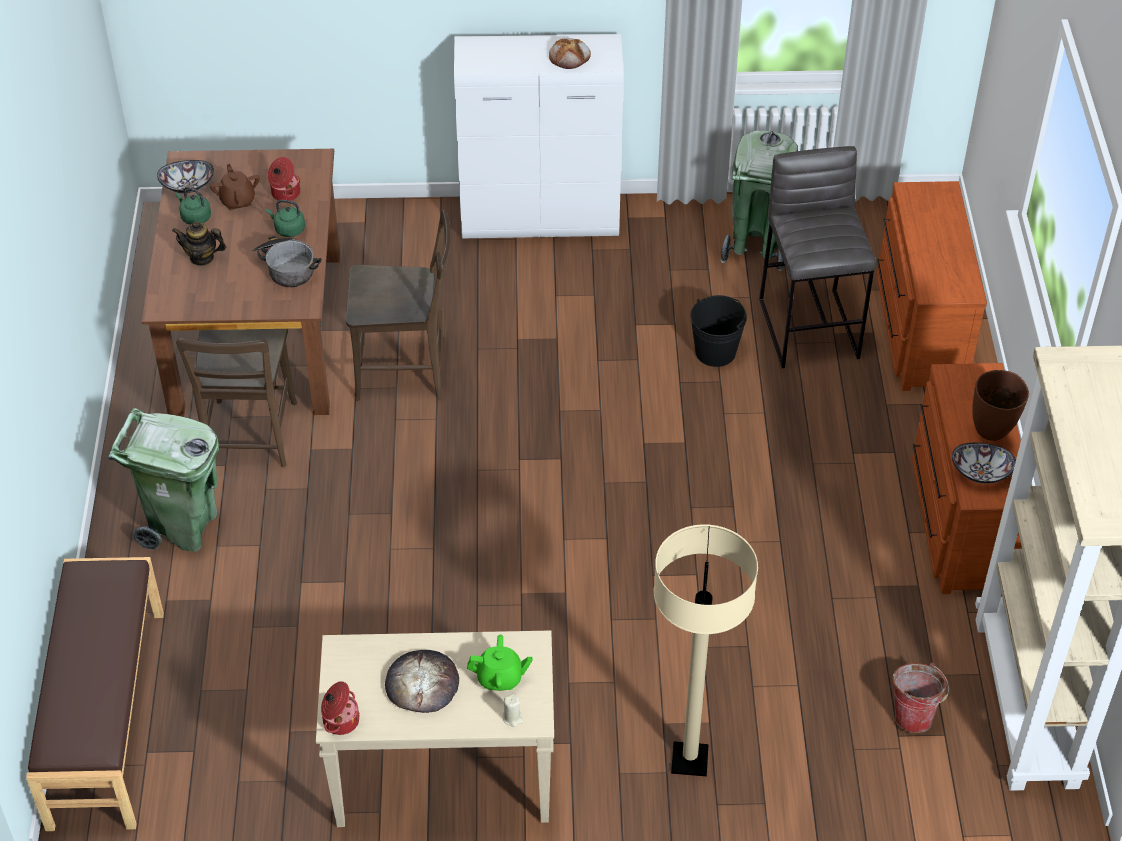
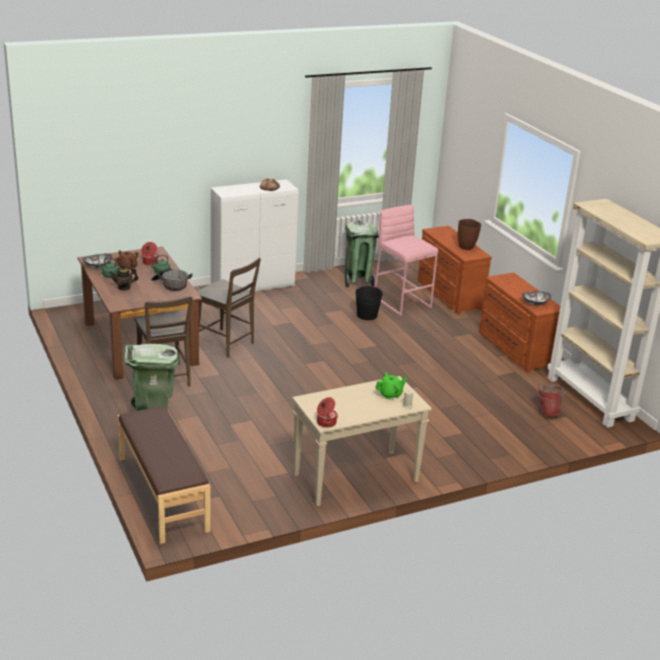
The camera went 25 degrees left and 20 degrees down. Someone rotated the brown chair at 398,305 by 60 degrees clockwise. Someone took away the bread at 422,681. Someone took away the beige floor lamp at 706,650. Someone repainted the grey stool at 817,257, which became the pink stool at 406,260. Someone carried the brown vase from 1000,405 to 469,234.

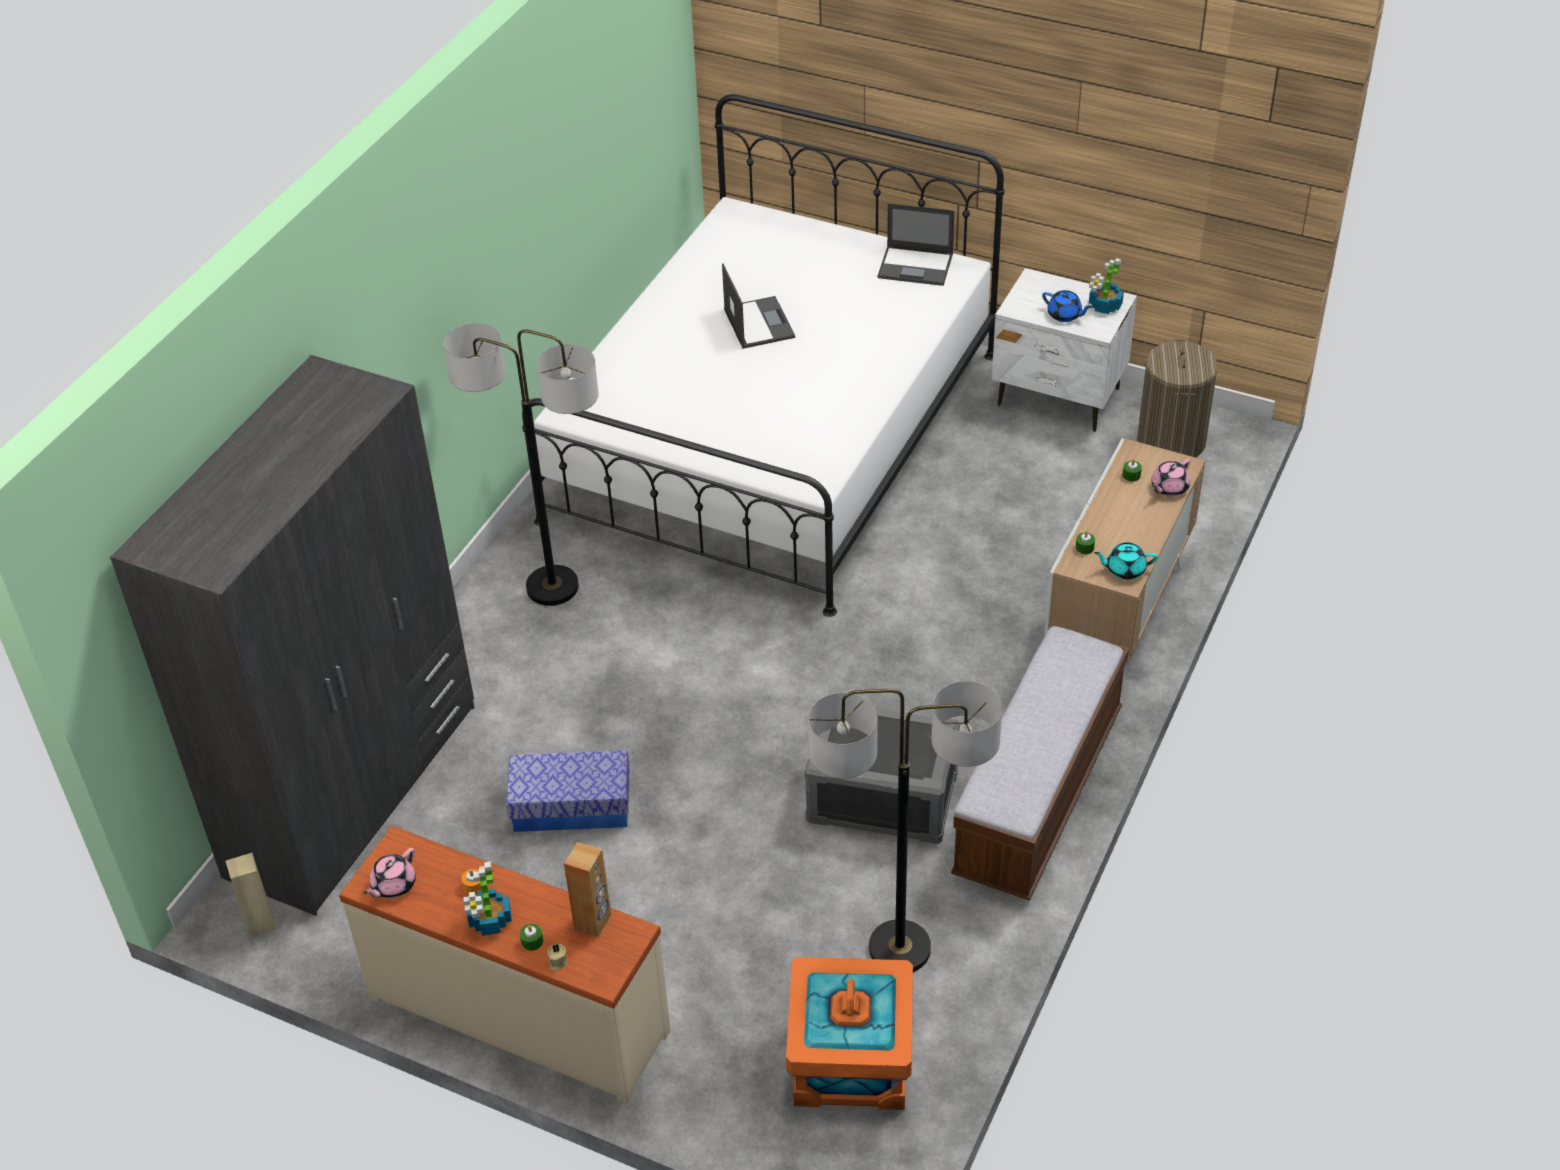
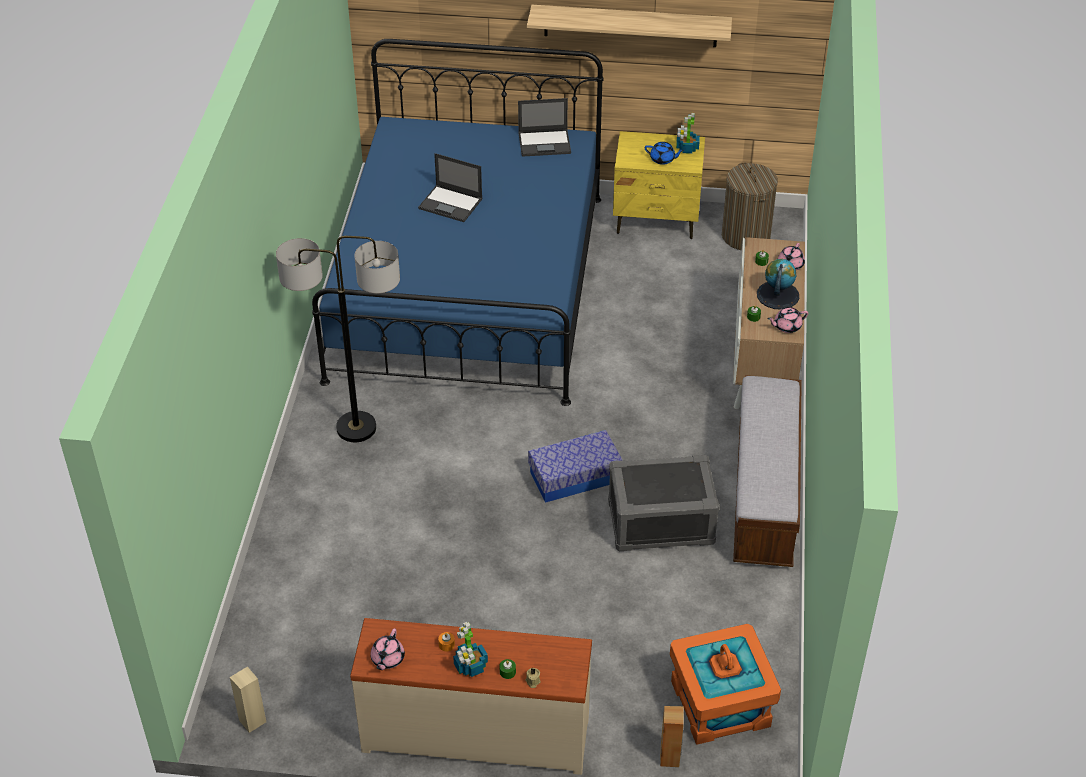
The camera went 20 degrees left and 0 degrees up. Someone took away the grey wardrobe at 292,635. Someone carried the storage box from 568,791 to 575,466. Someone repainted the white bed at 763,355, which became the blue bed at 457,222. Someone carried the brown speaker from 587,889 to 672,736. Someone rotated the laptop at 758,306 by 150 degrees clockwise. Someone took away the floor lamp at 905,826. Someone repainted the white nightstand at 1064,350, which became the yellow nightstand at 659,185. Someone repainted the turquoise teapot at 1126,561, which became the pink teapot at 787,320. Someone put up the shelf at 629,26. Someone put down the globe at 778,284.

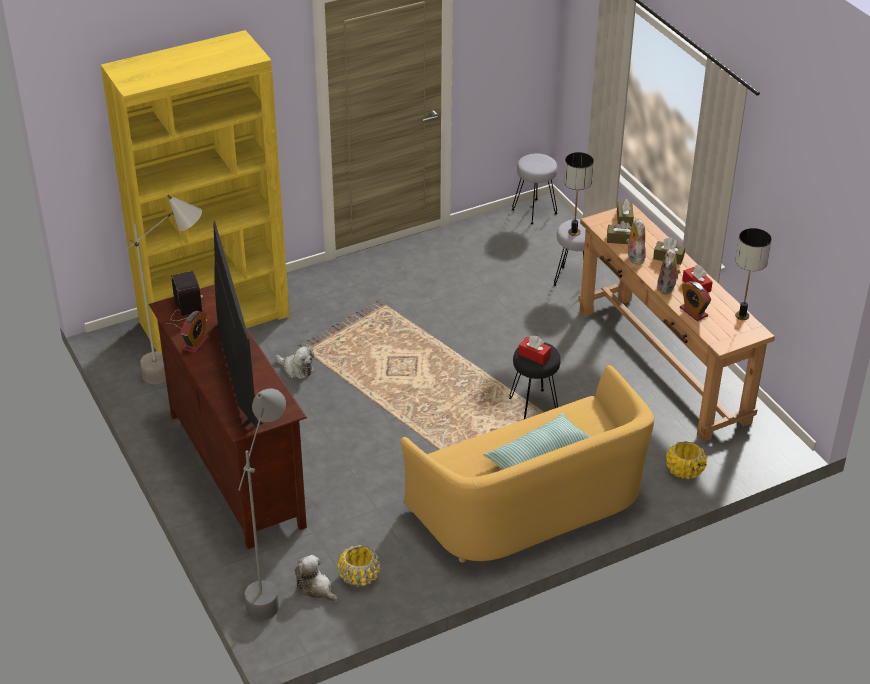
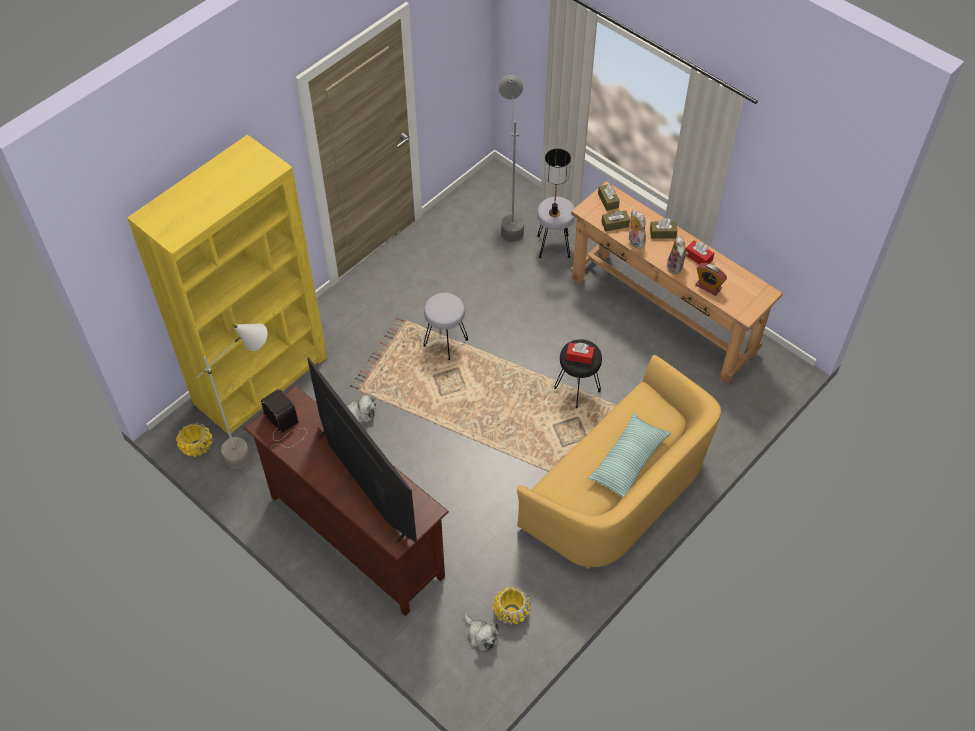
The camera went 20 degrees left and 15 degrees up. Someone took away the alarm clock at 195,332. Someone carried the grey floor lamp from 262,504 to 511,158. Someone rotated the plush toy at 316,578 by 150 degrees counterclockwise. Someone carried the grey stool from 535,189 to 446,326. Someone carried the yellow planter from 686,460 to 194,440. Someone took away the table lamp at 753,274.

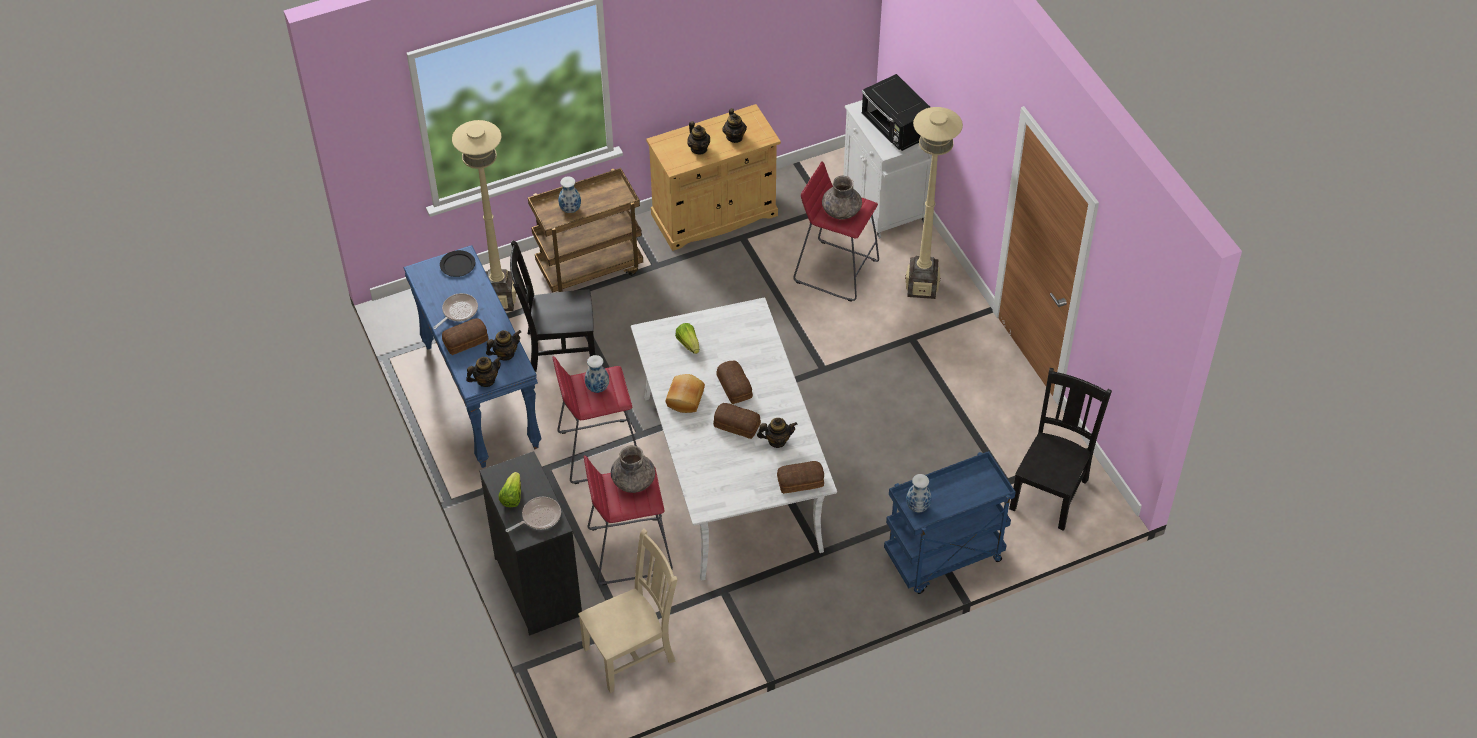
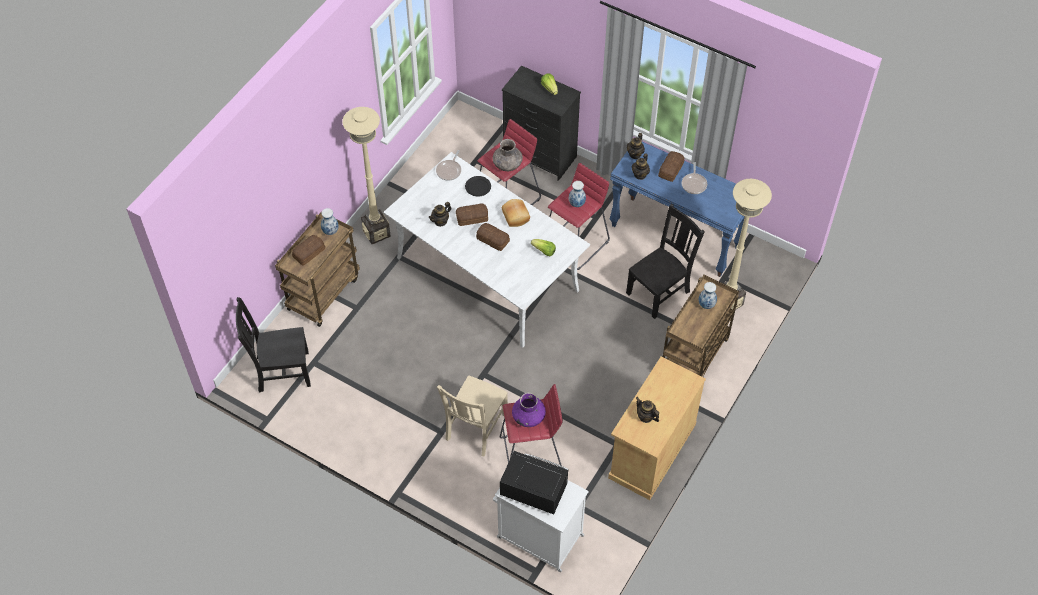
The camera went 145 degrees right and 5 degrees up. Someone carried the black plate from 457,263 to 478,186. Someone carried the frying pan from 533,514 to 448,165. Someone carried the beige chair from 627,611 to 472,416. Someone took away the teapot at 698,137. Someone carried the bread from 800,477 to 308,250. Someone repainted the grey vase at 842,197, which became the purple vase at 529,409. Someone repainted the blue cart at 950,522, which became the brown cart at 317,269. Someone carried the beige floor lamp from 934,203 to 366,175. Someone rotated the black chair at 1060,449 by 90 degrees clockwise.

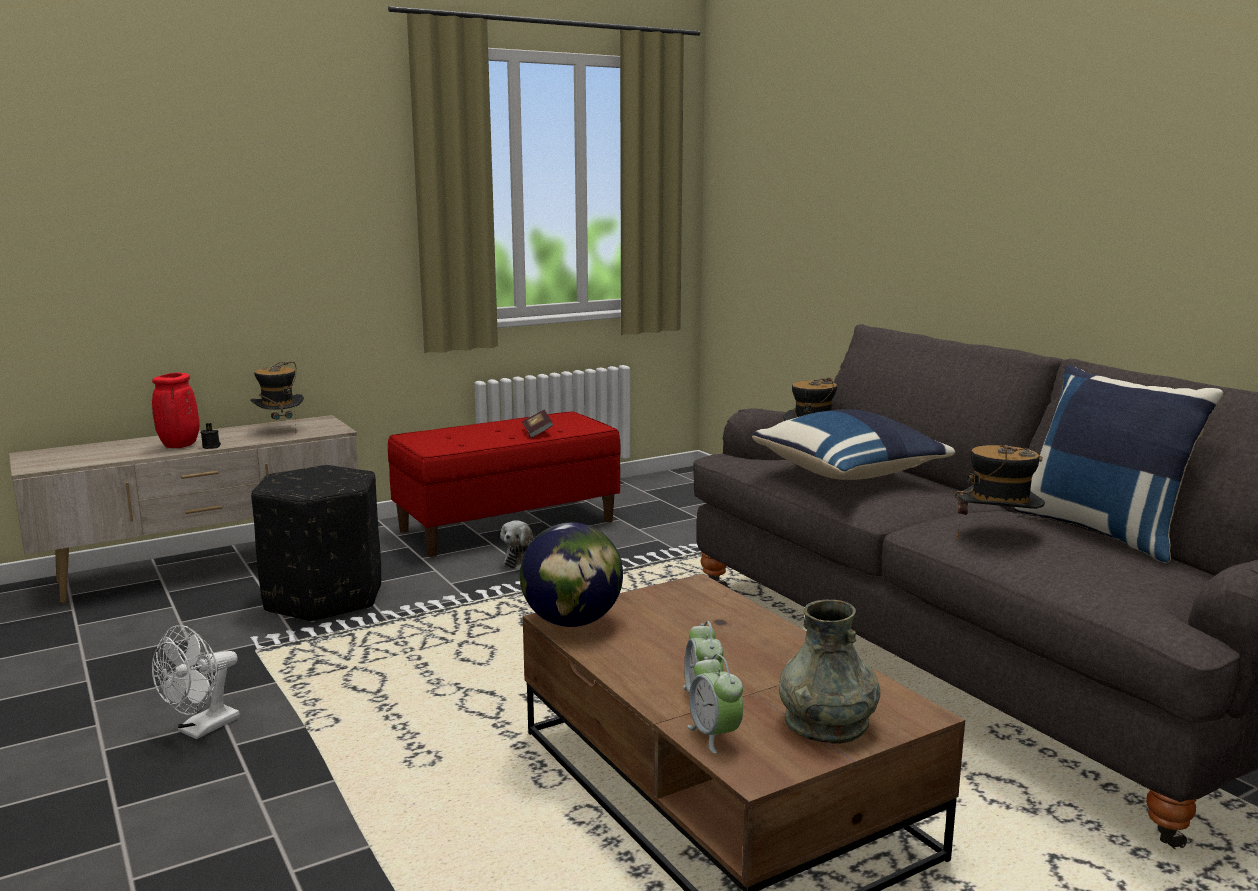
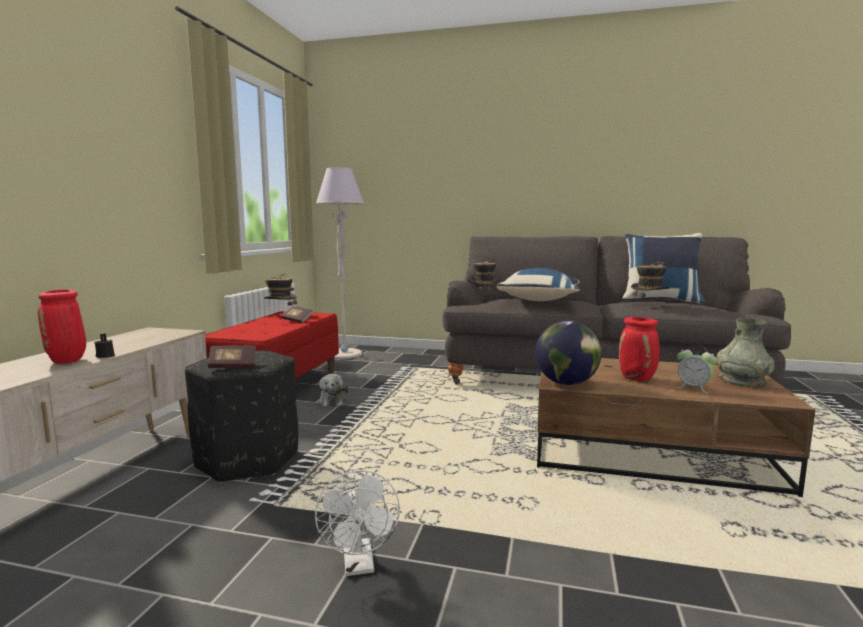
The camera went 45 degrees left and 5 degrees down. Someone carried the hat from 277,397 to 280,290. Someone took away the alarm clock at 715,704. Someone put down the book at 232,356. Someone put down the grey floor lamp at 340,263. Someone put down the red vase at 639,349.

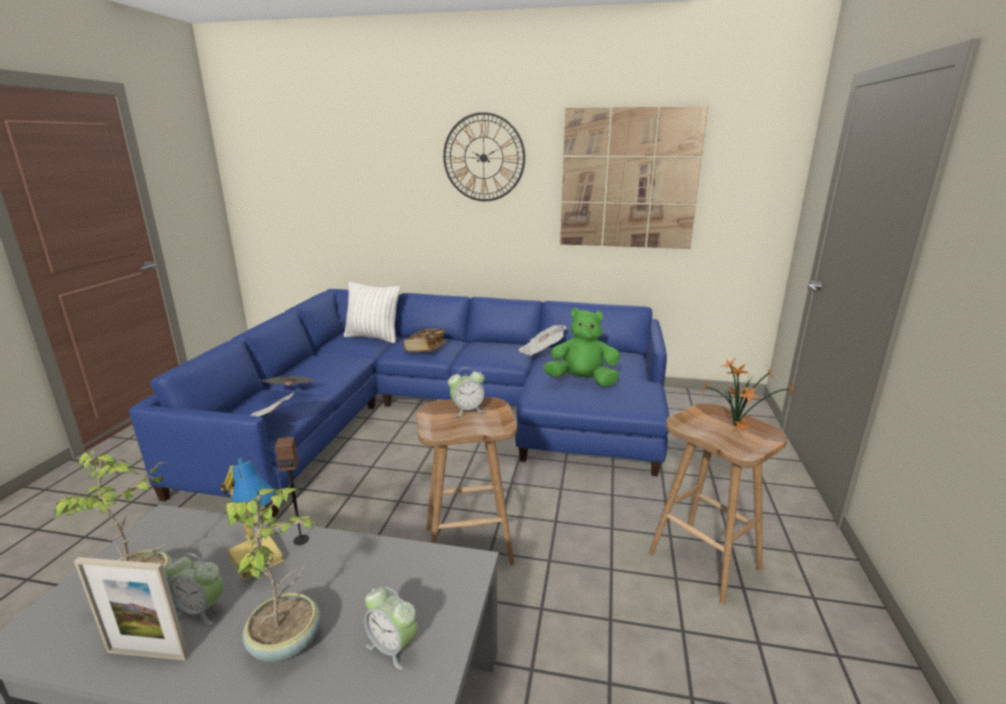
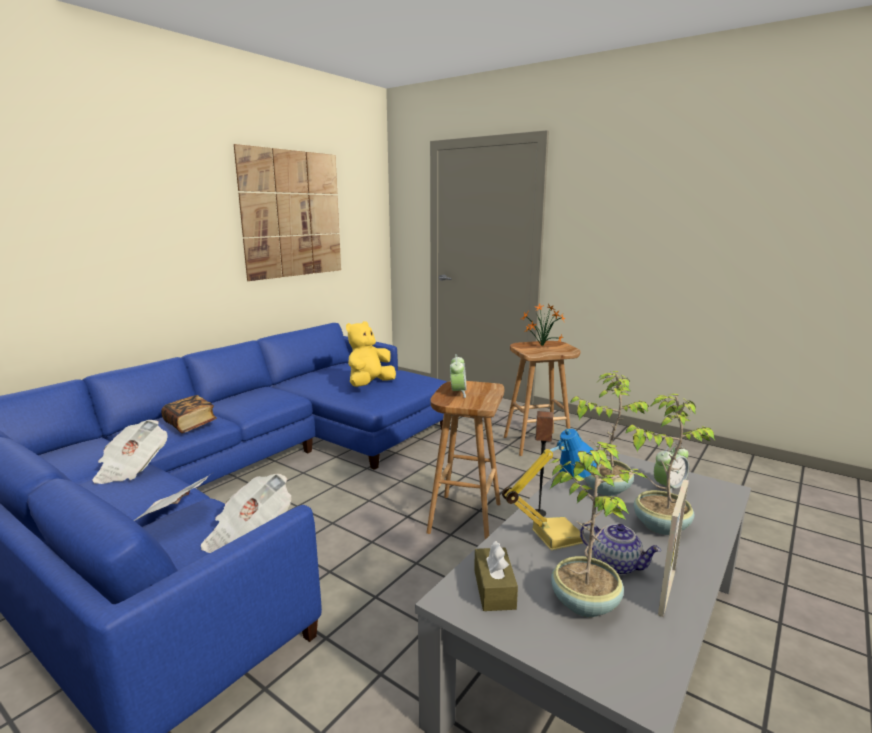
The camera went 65 degrees left and 5 degrees down. Someone swapped the alarm clock at 194,589 for the teapot at 620,549. Someone took away the white pillow at 372,312. Someone took away the wall clock at 484,156. Someone carried the newspaper from 542,340 to 129,452. Someone repainted the green plush toy at 581,347, which became the yellow plush toy at 371,354. Someone put down the brown tissue box at 496,576. Someone put down the potted plant at 610,433.

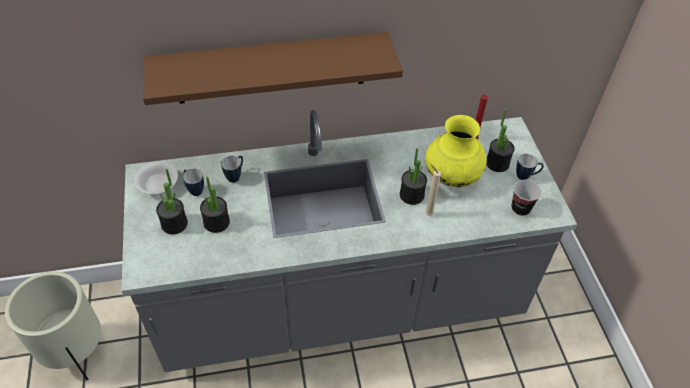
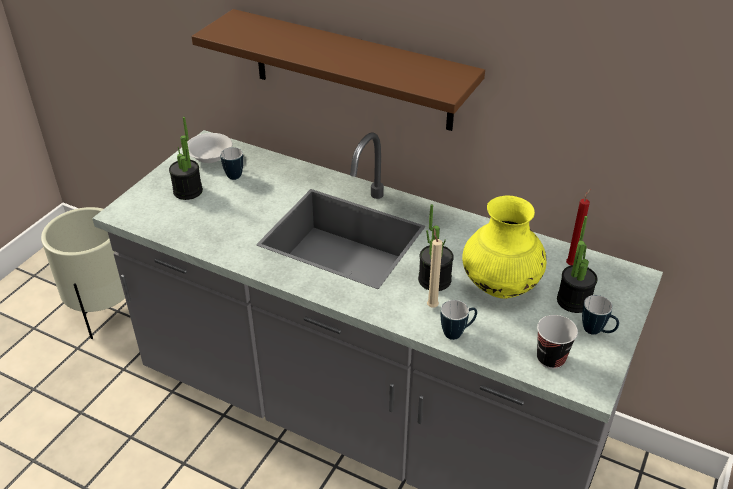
The camera went 40 degrees right and 10 degrees down. Someone took away the potted plant at 215,205. Someone carried the mug from 232,169 to 459,320.

